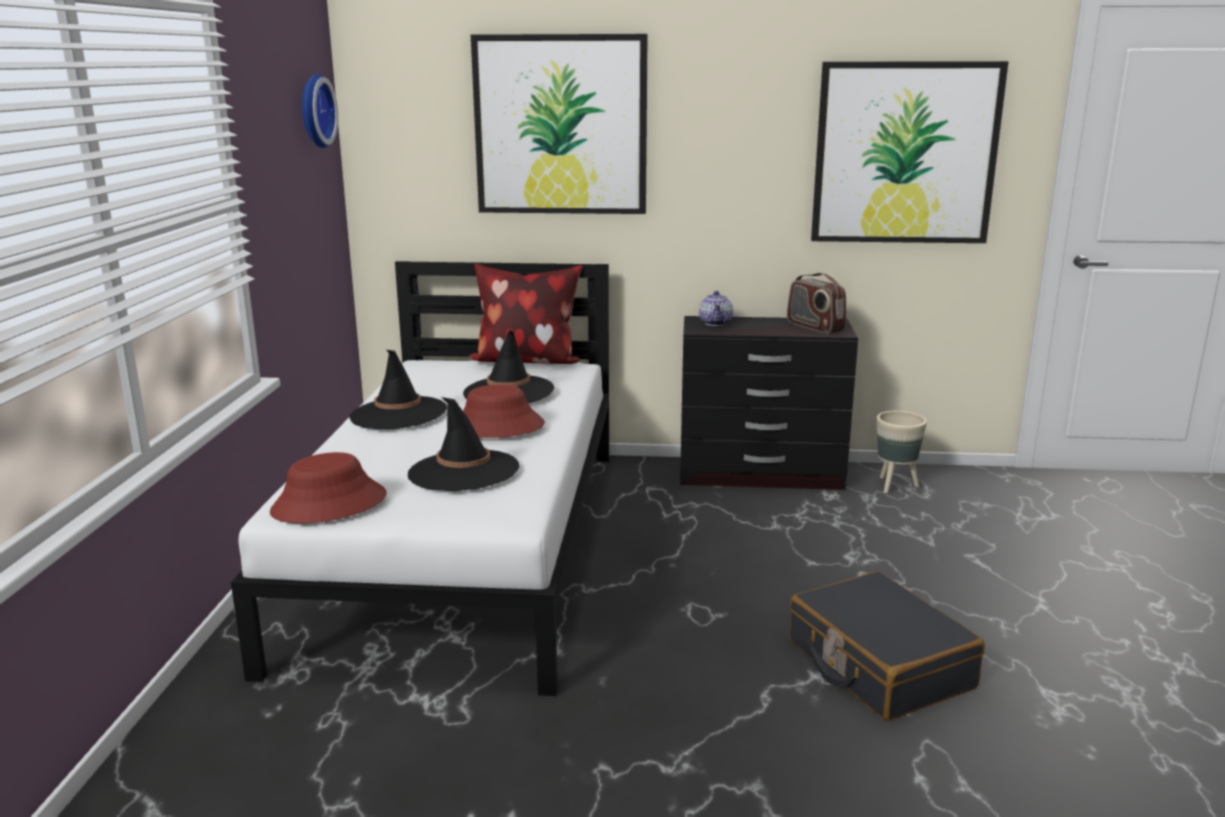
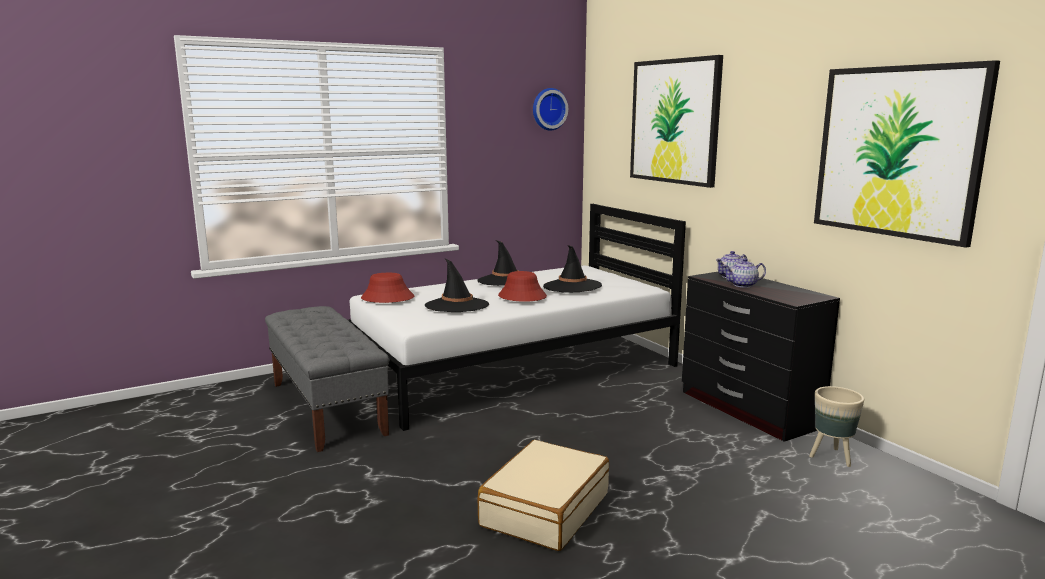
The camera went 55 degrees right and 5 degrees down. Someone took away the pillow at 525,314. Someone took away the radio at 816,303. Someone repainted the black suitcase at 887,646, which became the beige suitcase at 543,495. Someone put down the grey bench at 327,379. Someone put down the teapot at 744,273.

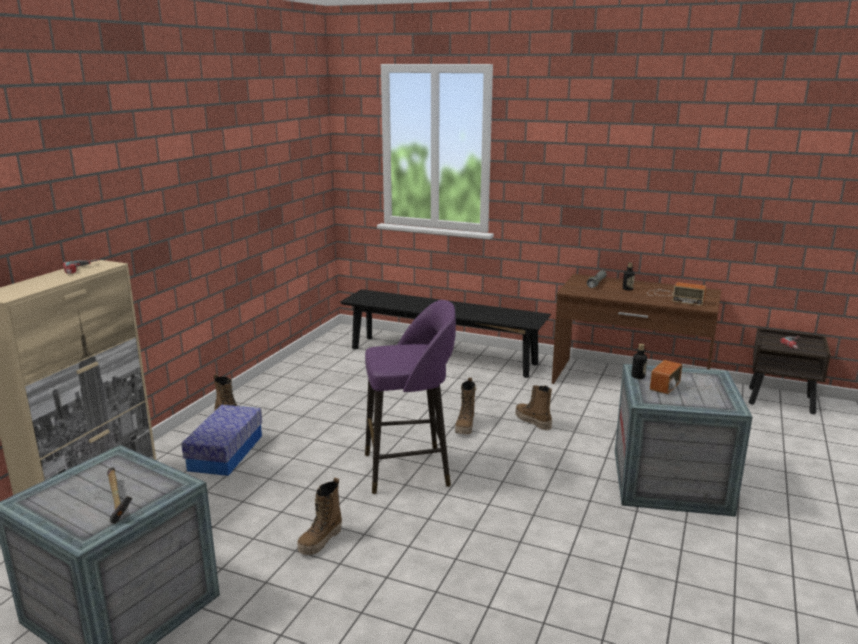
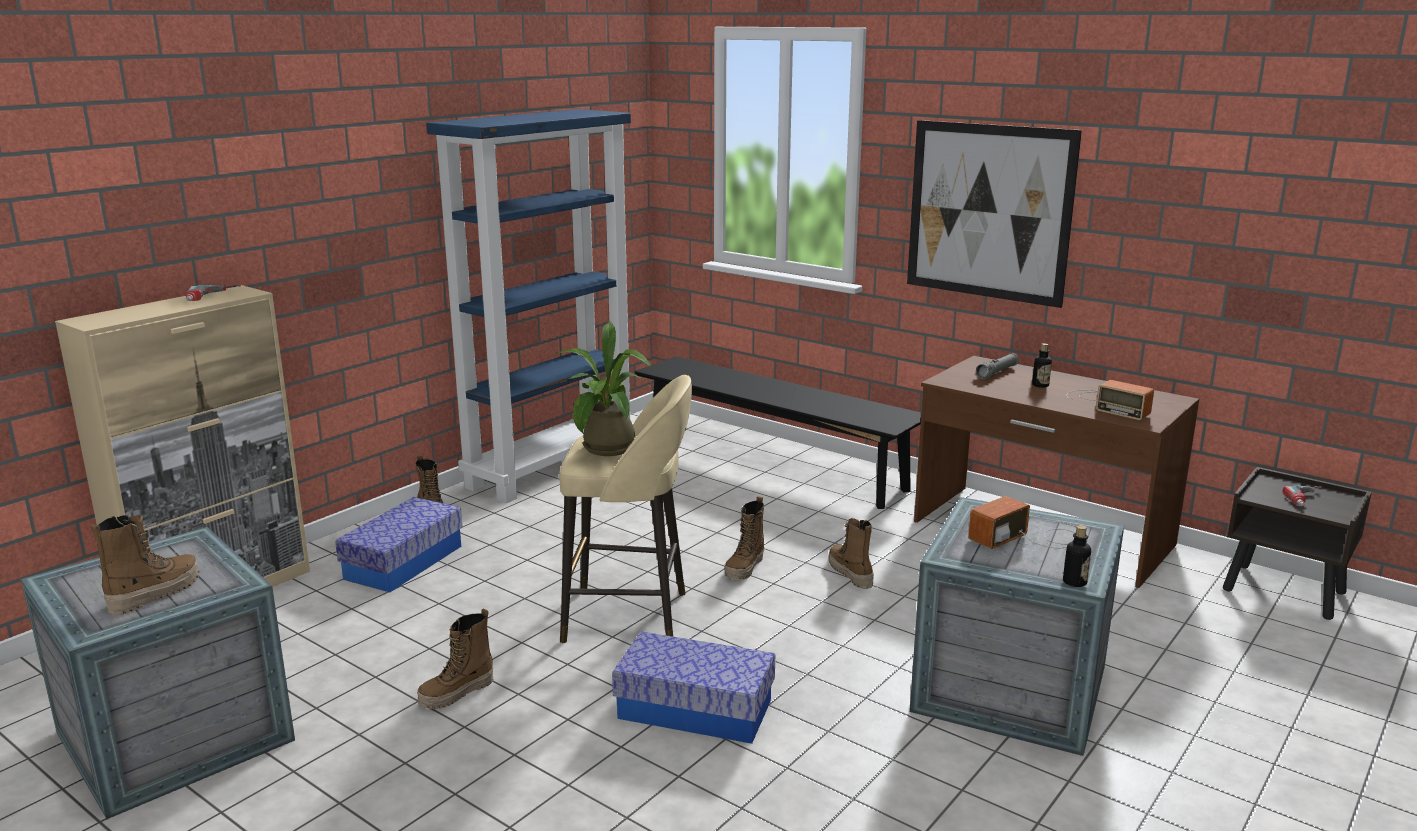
The camera went 15 degrees right and 0 degrees up. Someone swapped the hammer at 119,495 for the boot at 144,565. Someone repainted the purple stool at 410,397, which became the beige stool at 625,509. Someone carried the bottle from 639,361 to 1077,556. Someone put down the blue bookcase at 530,306. Someone put down the potted plant at 604,389. Someone put down the storage box at 693,687. Someone put up the picture at 994,214.

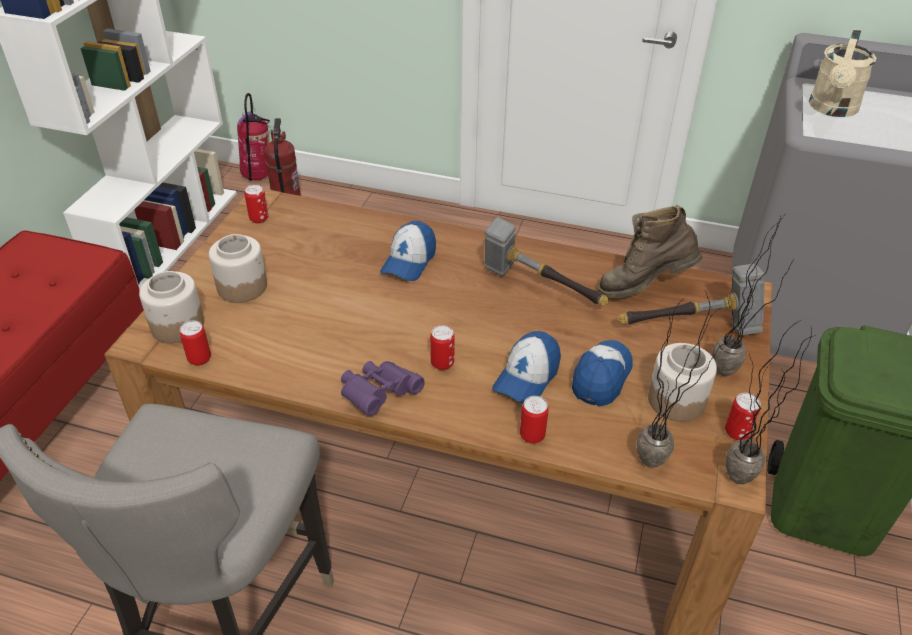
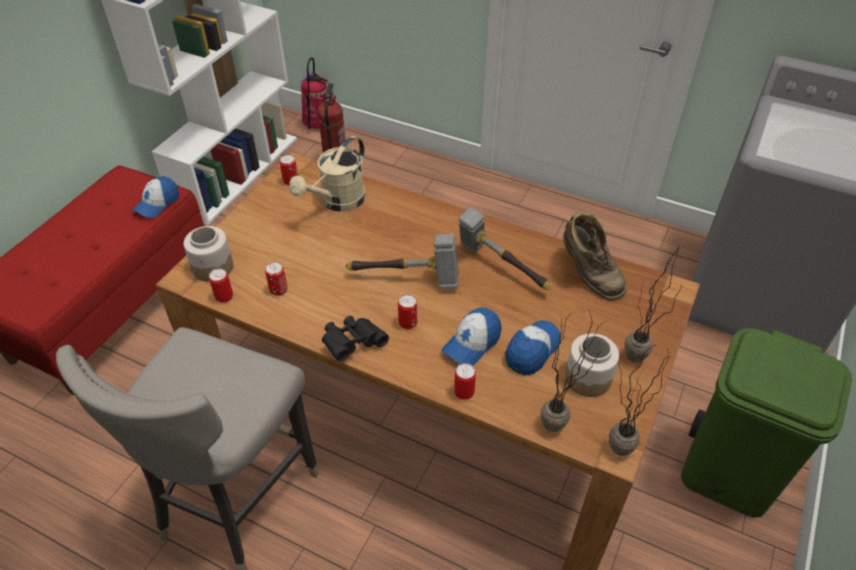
The camera went 10 degrees right and 5 degrees up. Someone took away the jar at 238,268. Someone repainted the purple binoculars at 383,388, which became the black binoculars at 355,338. Someone carried the cap from 408,250 to 155,197. Someone rotated the brown boot at 649,251 by 120 degrees counterclockwise. Someone carried the hammer from 691,300 to 402,262. Someone carried the can from 743,416 to 276,279. Someone carried the beige watering can from 842,73 to 327,174.

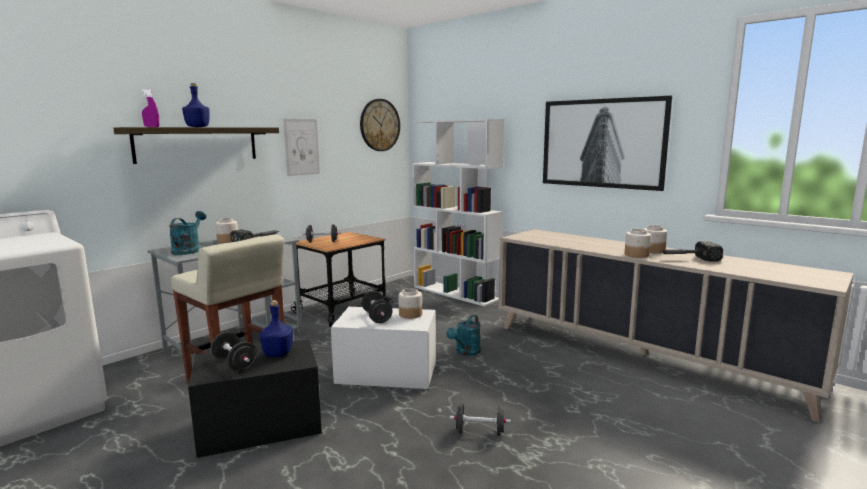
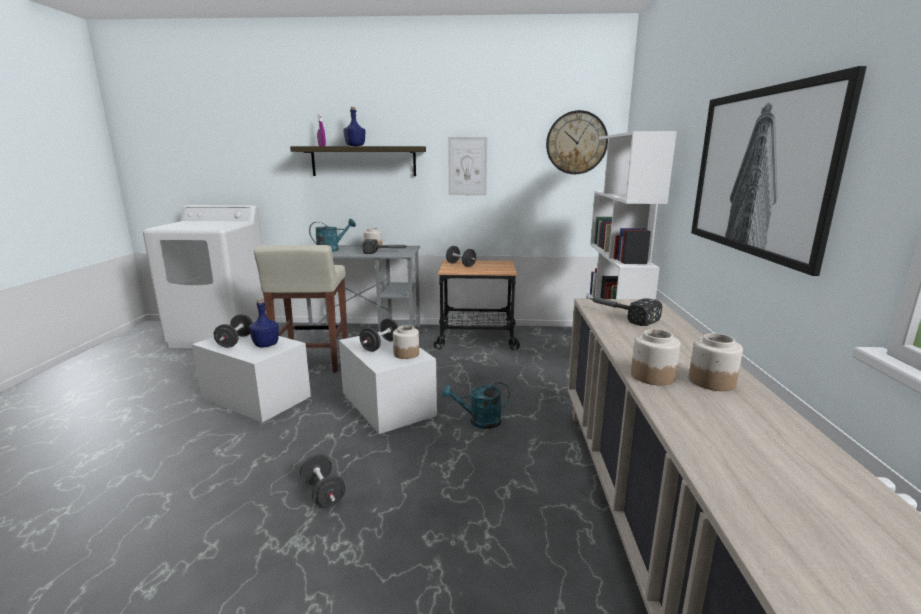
The camera went 50 degrees right and 5 degrees up. Someone repainted the black storage box at 255,398, which became the white storage box at 251,379. Someone carried the hammer from 691,251 to 626,311.

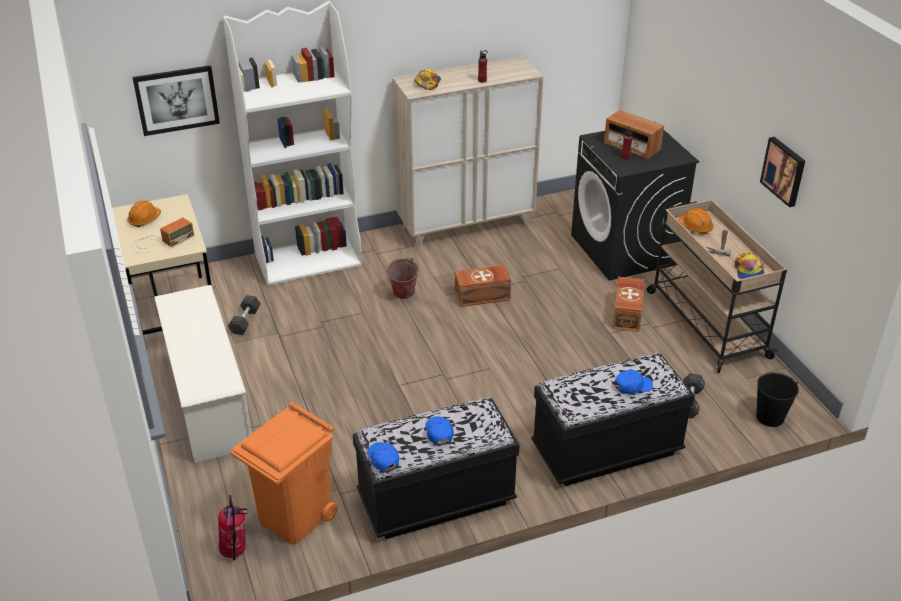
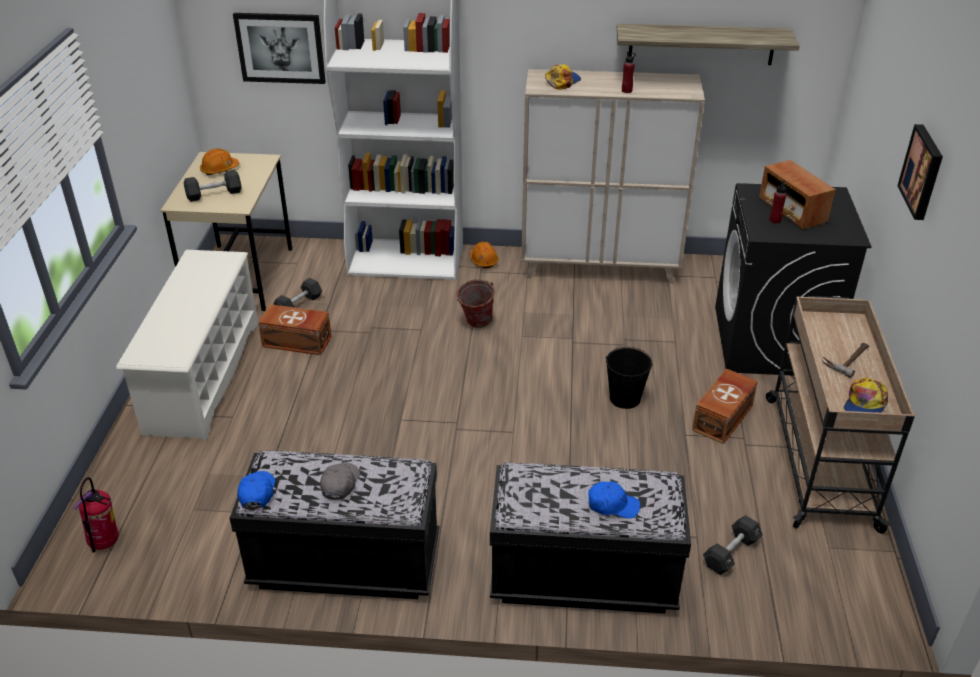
The camera went 25 degrees right and 0 degrees up. Someone swapped the radio at 162,236 for the black dumbbell at 212,186. Someone took away the orange trash can at 284,473. Someone repainted the blue cap at 439,431, which became the grey cap at 340,481. Someone carried the brown storage box from 483,286 to 295,329. Someone carried the orange hard hat from 696,221 to 484,255. Someone carried the black bucket from 777,399 to 629,378. Someone carried the picture from 782,172 to 920,172. Someone put up the shelf at 708,44.

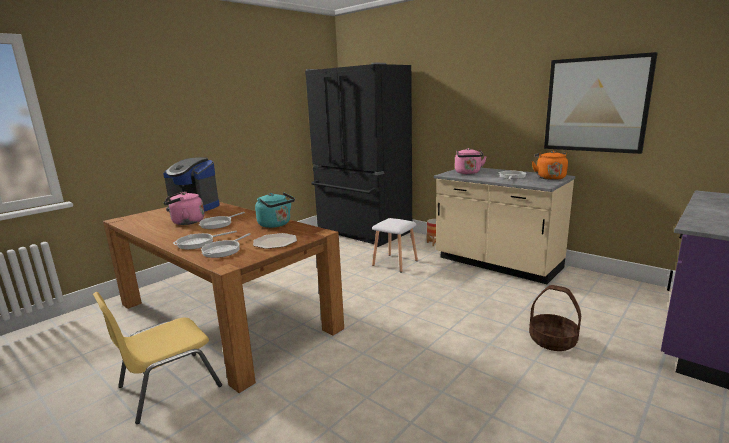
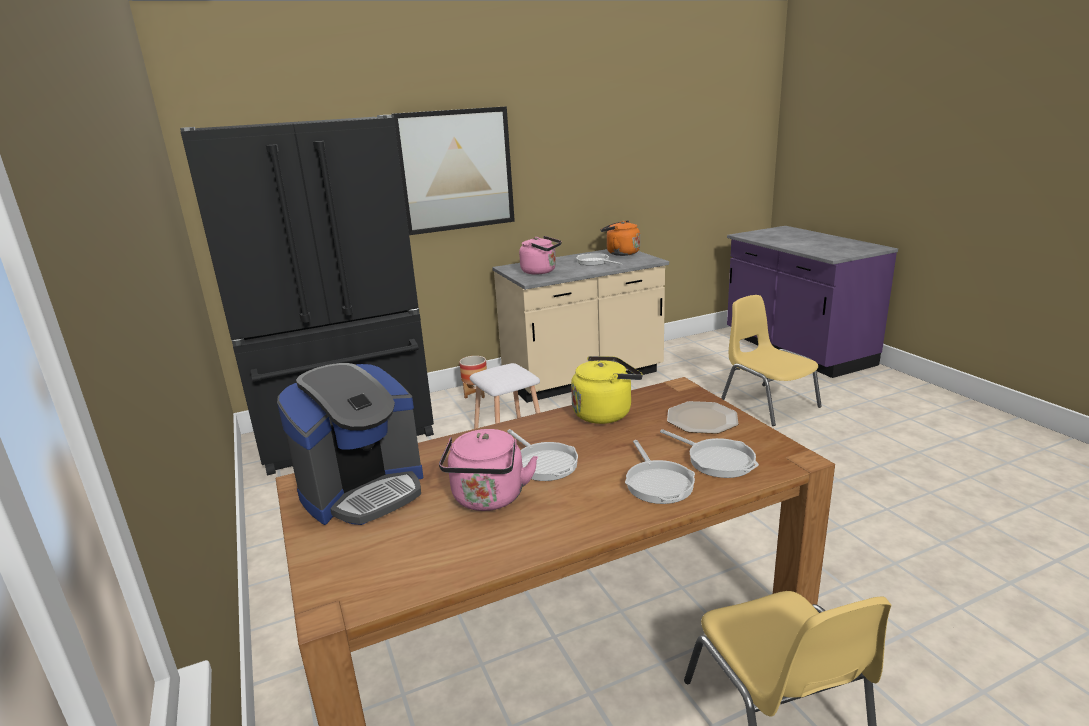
The camera went 65 degrees left and 5 degrees up. Someone repainted the turquoise kettle at 275,210, which became the yellow kettle at 607,390. Someone swapped the basket at 555,318 for the yellow chair at 771,360. Someone carried the picture from 601,103 to 453,170.

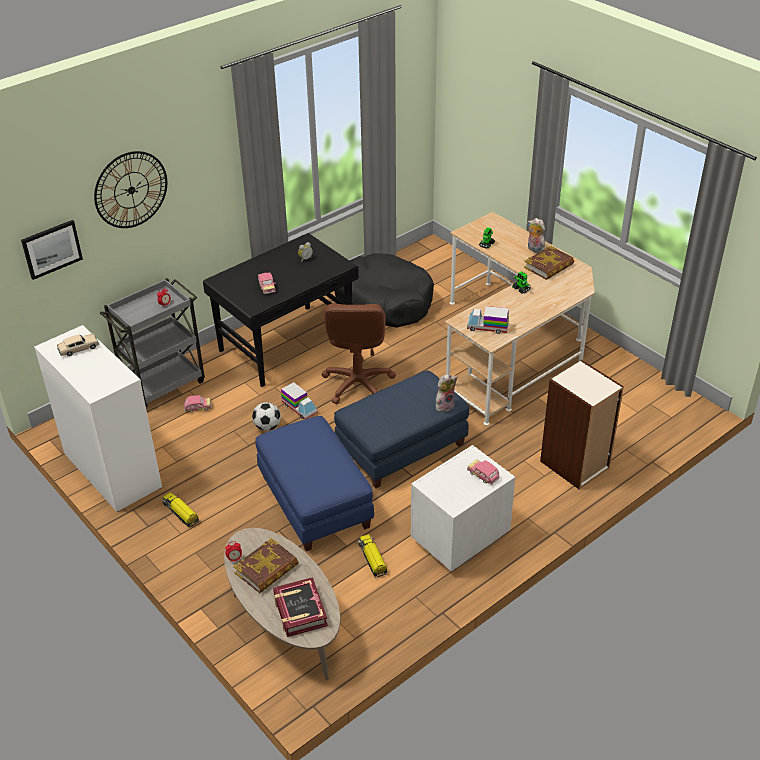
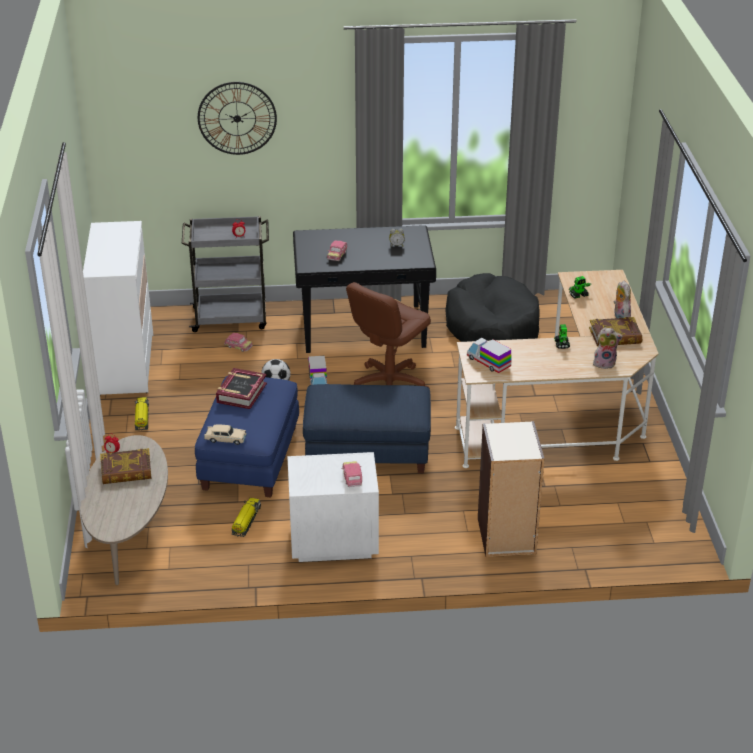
The camera went 35 degrees right and 5 degrees down. Someone took away the picture at 52,250. Someone carried the beige toy car from 78,344 to 225,435. Someone carried the book from 300,607 to 241,388. Someone carried the plush toy from 446,393 to 608,348.

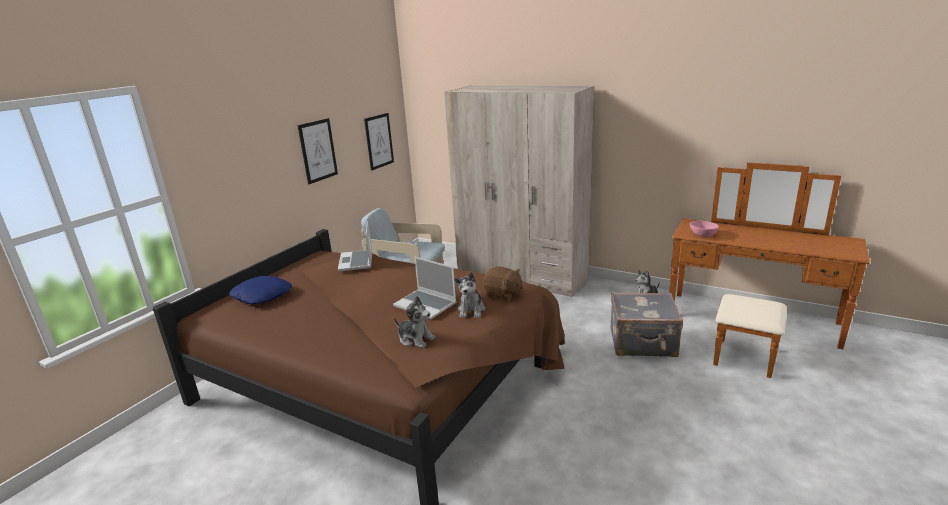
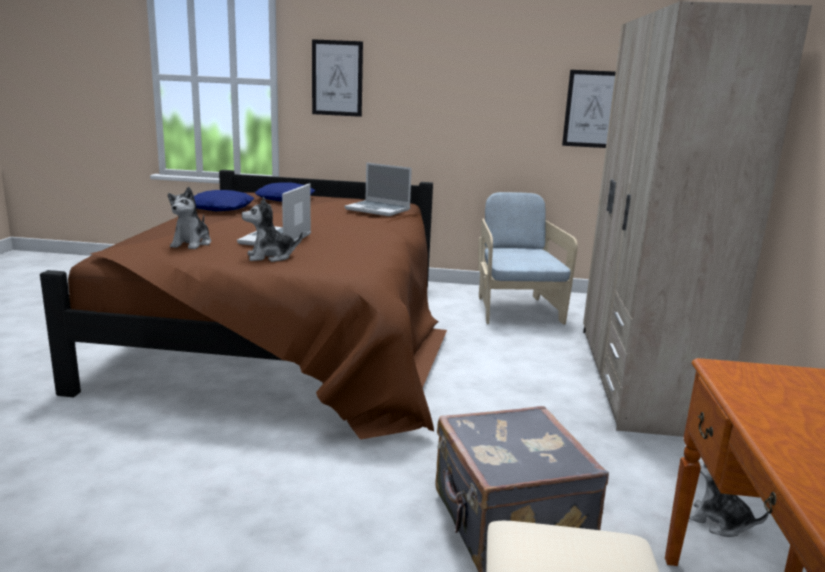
The camera went 65 degrees right and 5 degrees down. Someone carried the picture from 318,151 to 337,78. Someone rotated the laptop at 355,246 by 120 degrees counterclockwise. Someone took away the brown plush toy at 503,284. Someone took away the pink bowl at 704,229. Someone put down the blue pillow at 224,200.

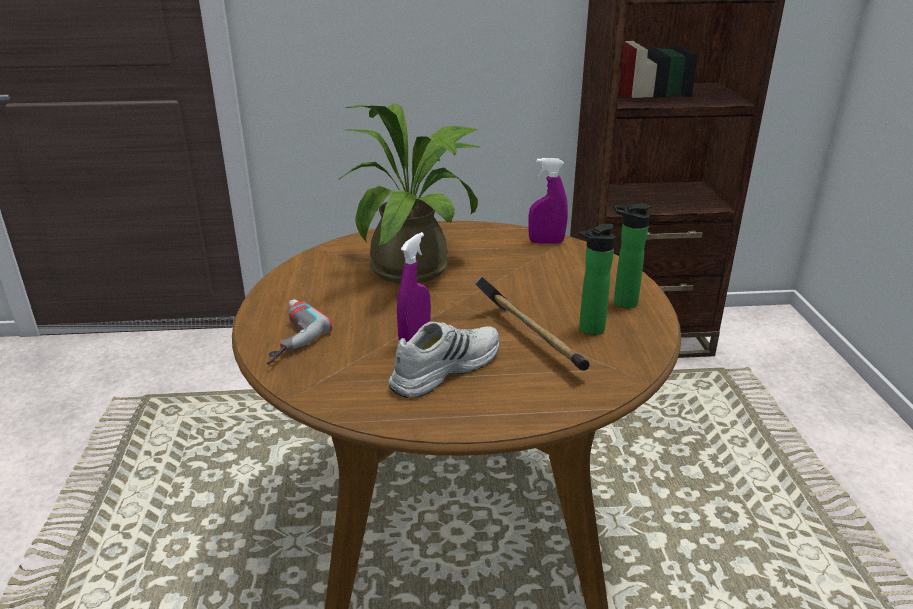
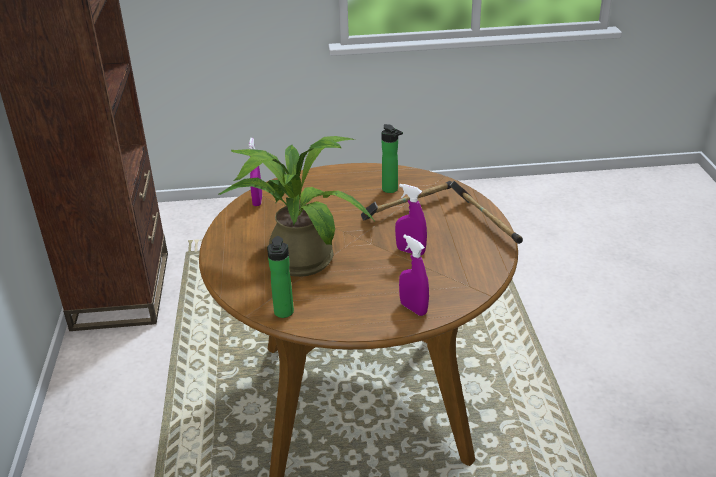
The camera went 90 degrees left and 5 degrees up. Someone swapped the power drill at 299,332 for the purple spray bottle at 414,275. Someone took away the white shoe at 444,360. Someone carried the bottle from 633,255 to 280,277. Someone put down the hammer at 486,212.

